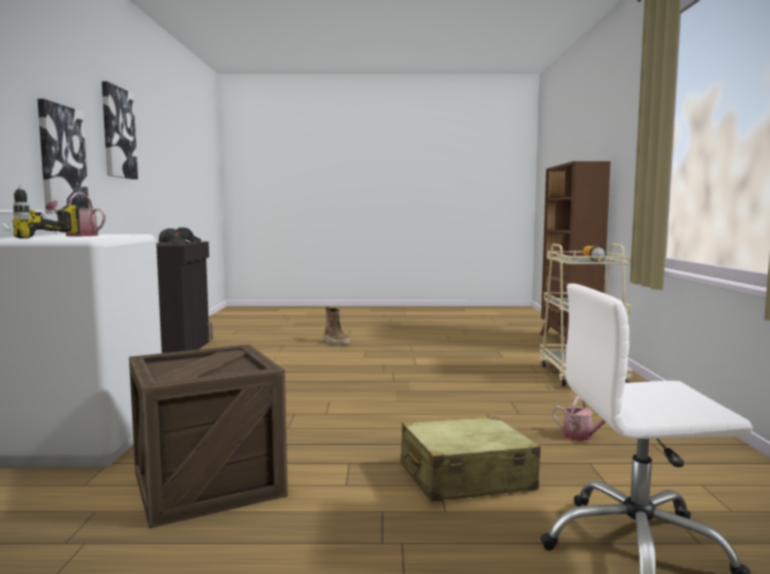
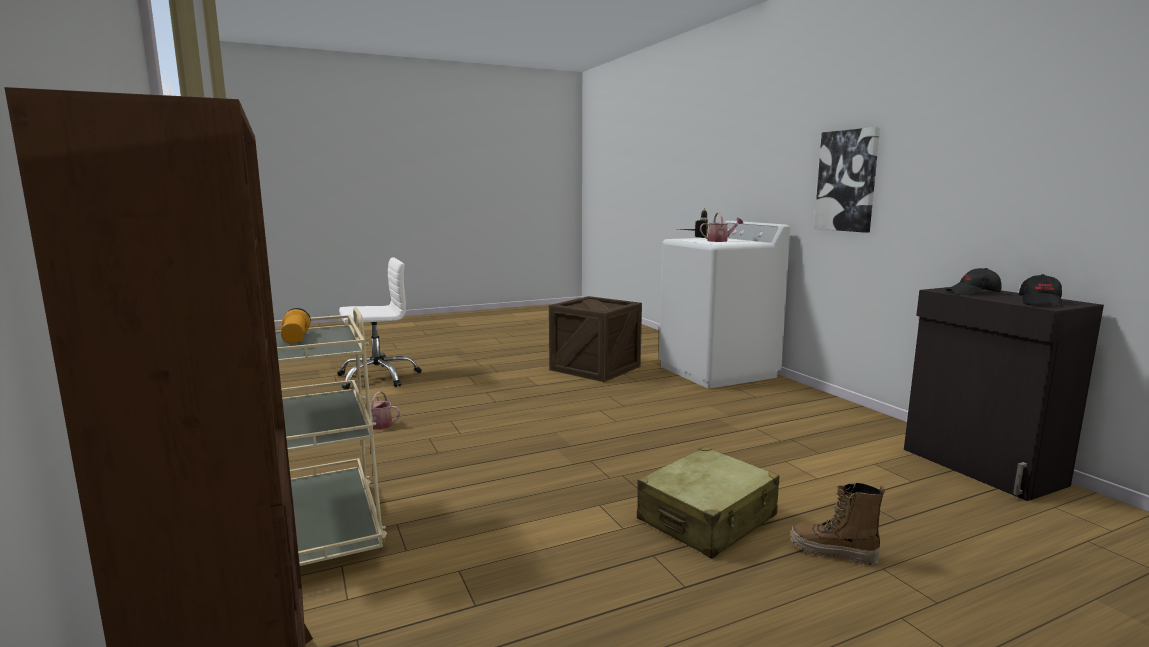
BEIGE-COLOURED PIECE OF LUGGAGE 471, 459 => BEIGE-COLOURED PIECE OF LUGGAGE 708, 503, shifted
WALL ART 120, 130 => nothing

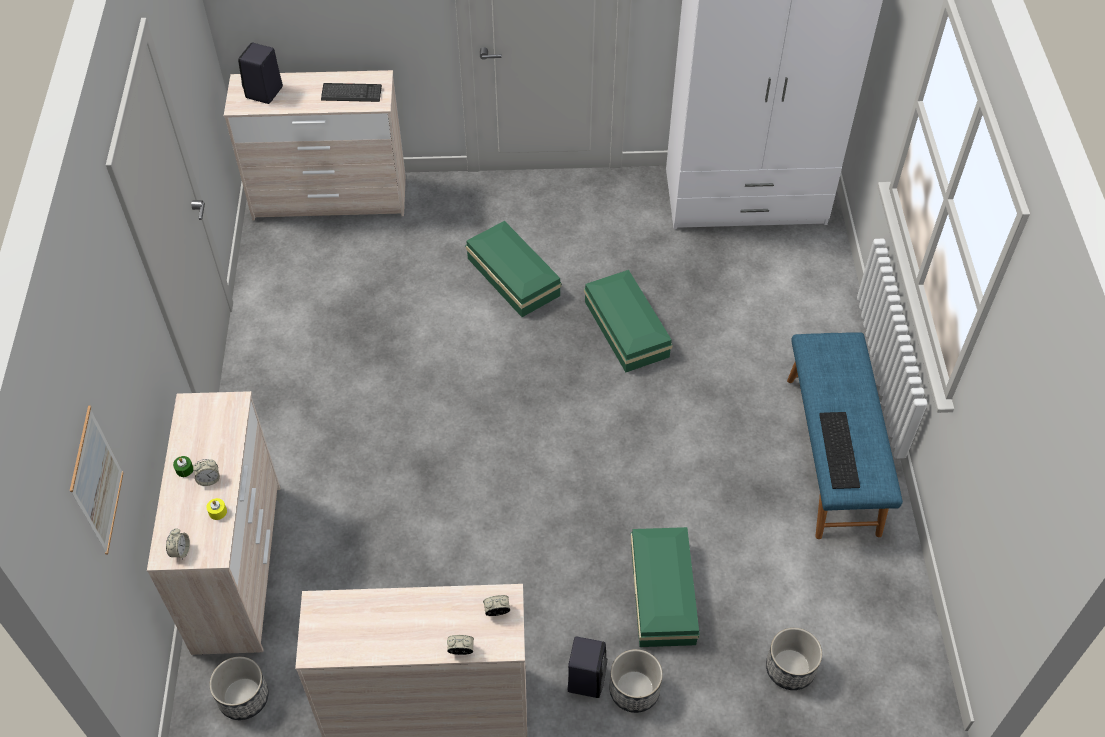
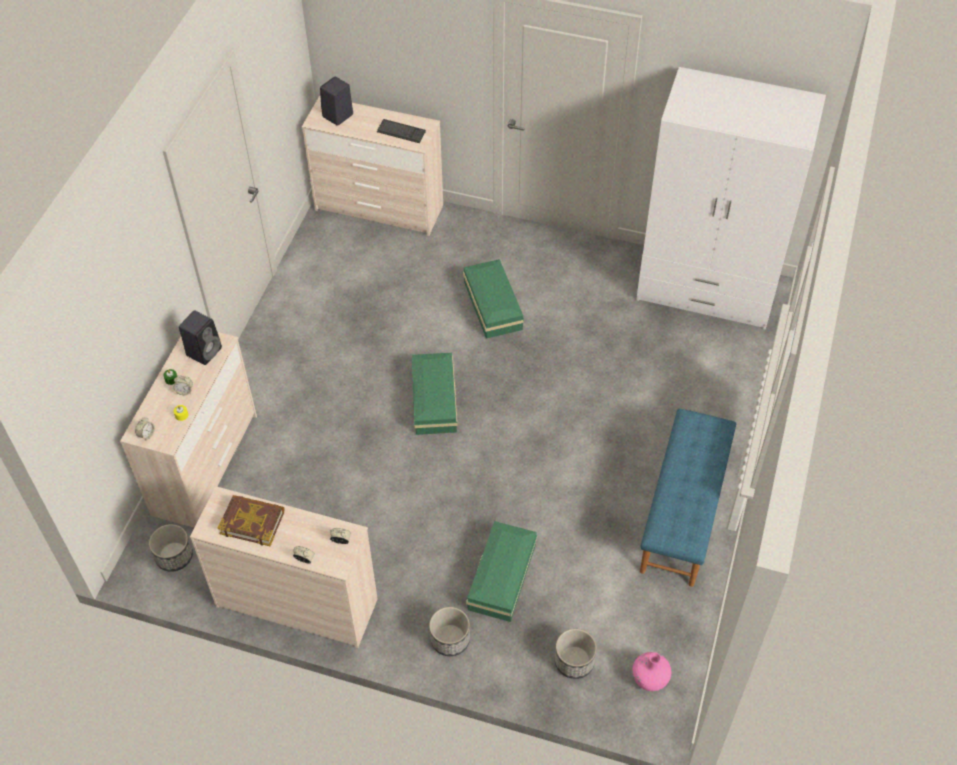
BLACK-COLOURED LOUDSPEAKER 587, 667 => BLACK-COLOURED LOUDSPEAKER 200, 337, shifted
nothing => BOUND BOOK 251, 520
GREENISH STORAGE BOX 628, 321 => GREENISH STORAGE BOX 434, 394, shifted
nothing => PINK-COLOURED VASE 651, 671
WALL ART 97, 480 => nothing
PC KEYBOARD 839, 450 => nothing

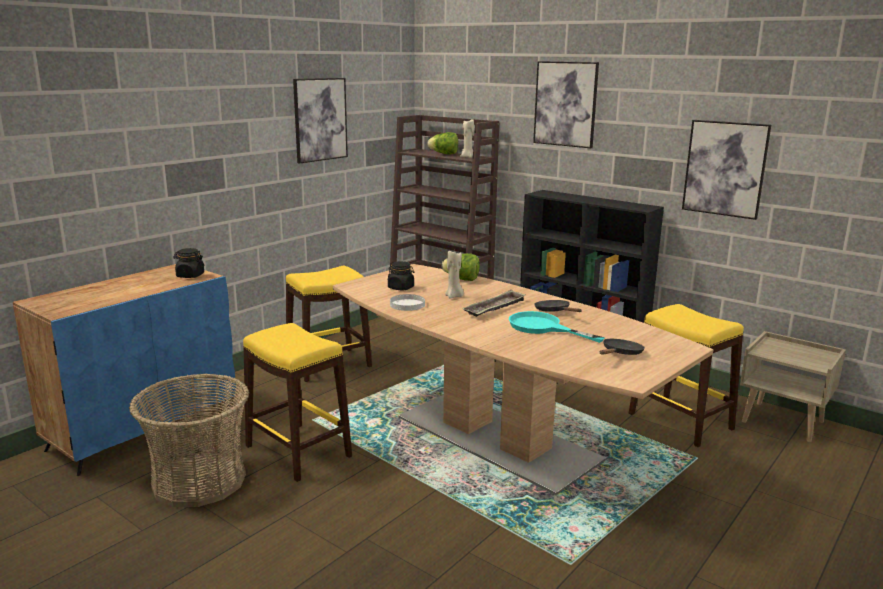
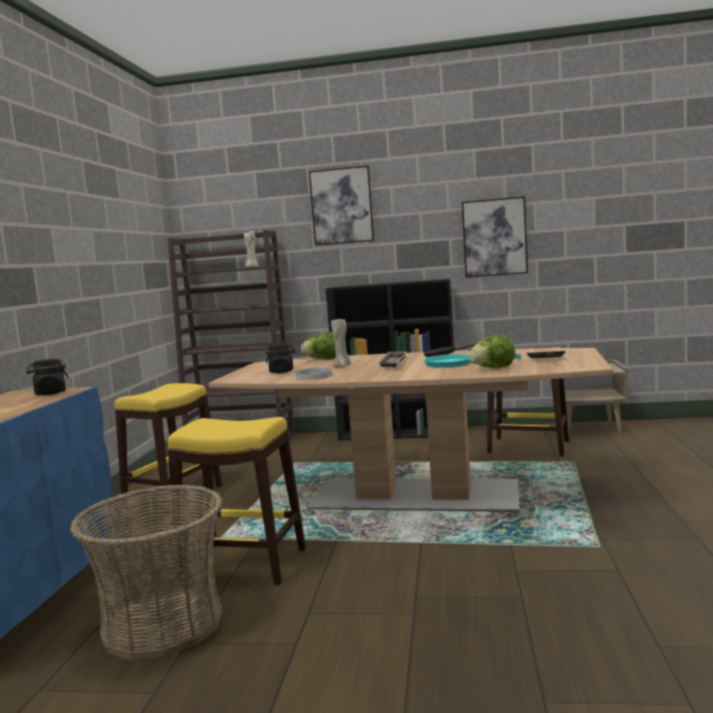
LETTUCE 442, 143 => LETTUCE 492, 351, shifted
WALL ART 320, 120 => nothing

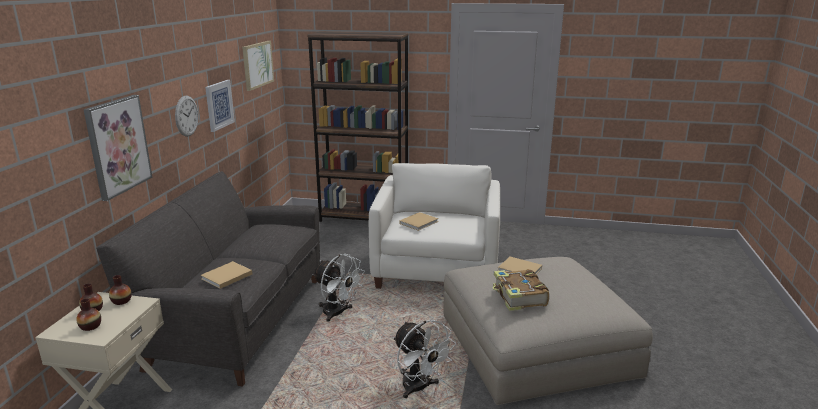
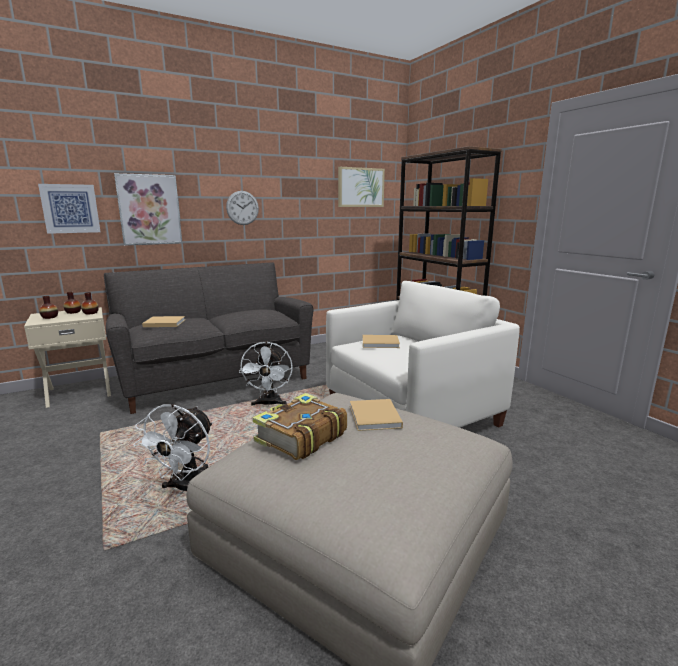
WALL ART 220, 106 => WALL ART 69, 209, shifted

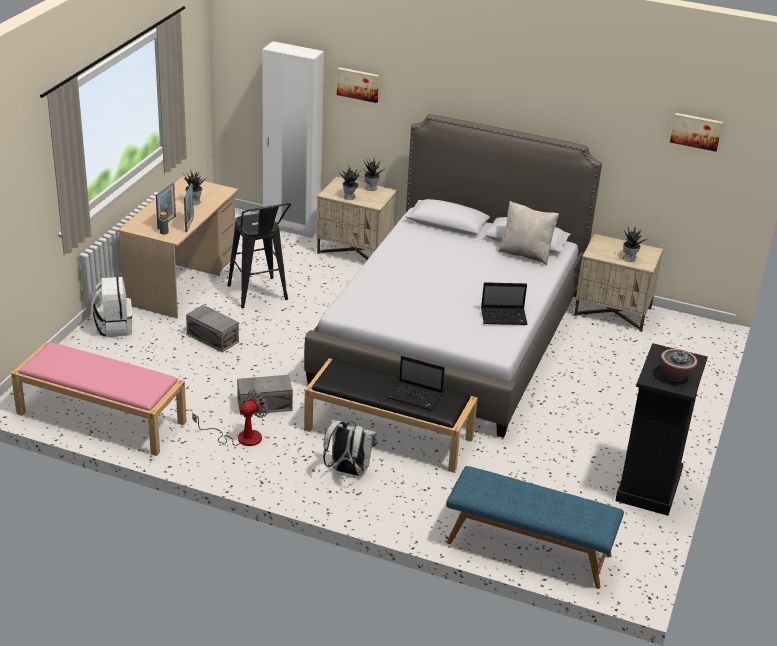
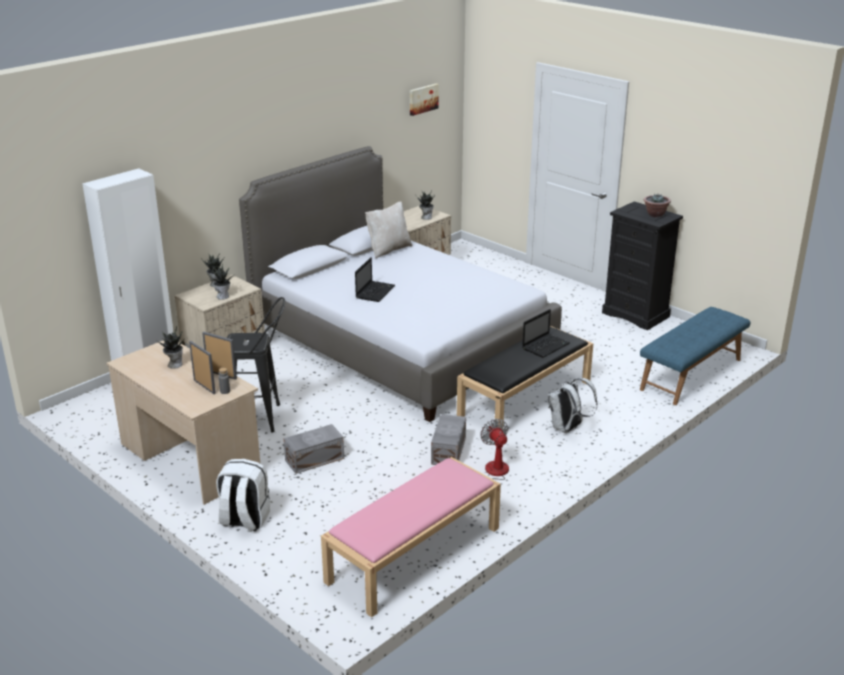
NOTEBOOK COMPUTER 504, 303 => NOTEBOOK COMPUTER 375, 279, shifted
WALL ART 358, 85 => nothing

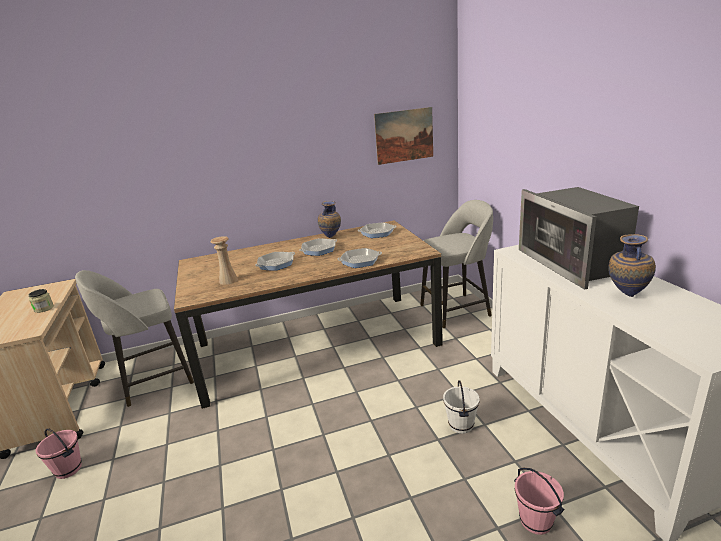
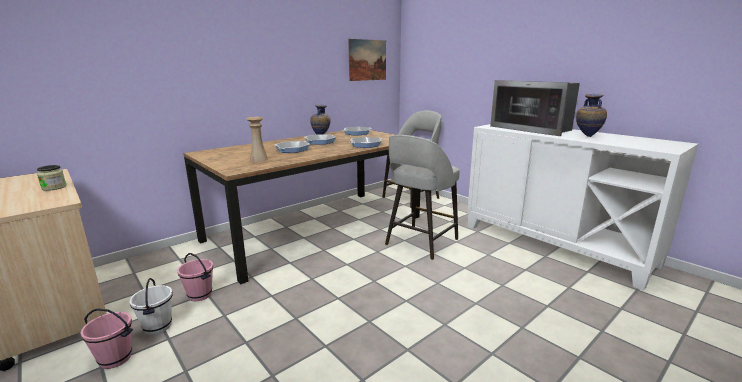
WHITISH BUCKET 461, 407 => WHITISH BUCKET 150, 306, shifted
PINK-COLOURED BUCKET 539, 501 => PINK-COLOURED BUCKET 195, 277, shifted
GRAY SITTING STOOL 134, 338 => GRAY SITTING STOOL 422, 197, shifted

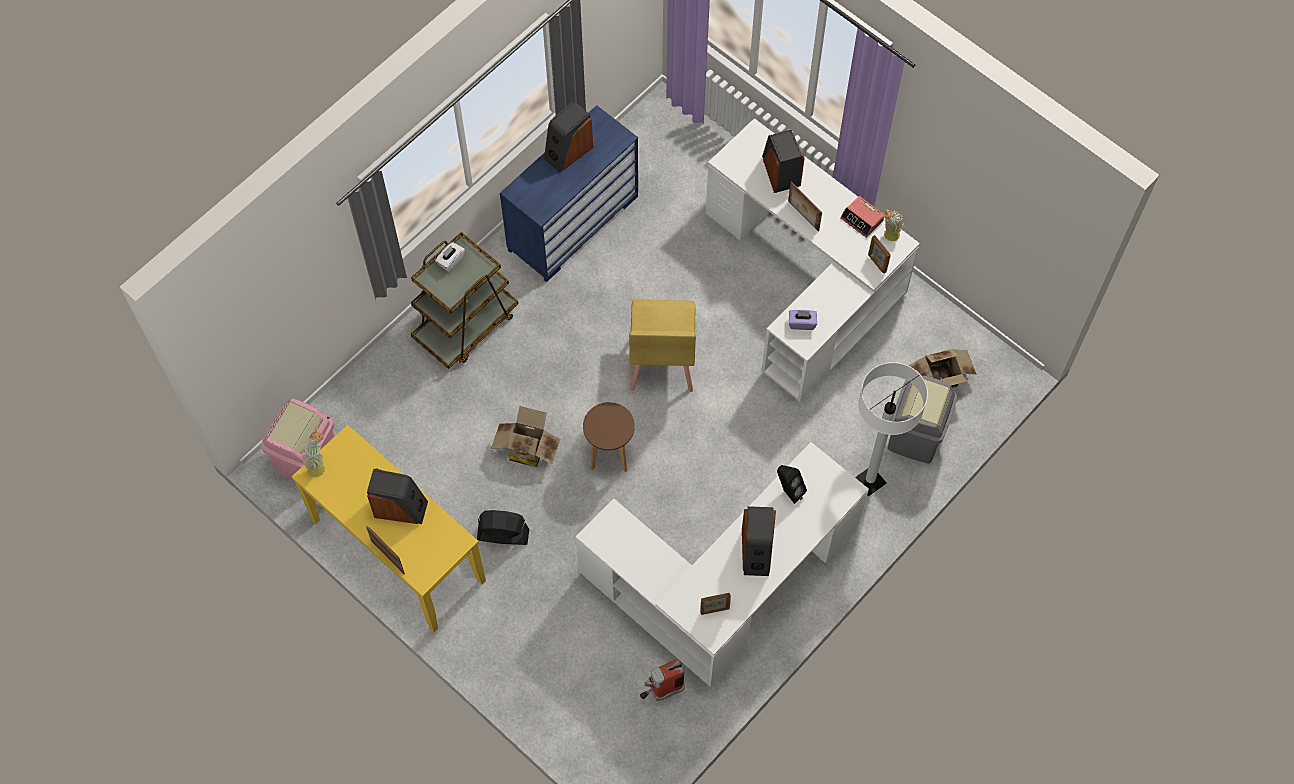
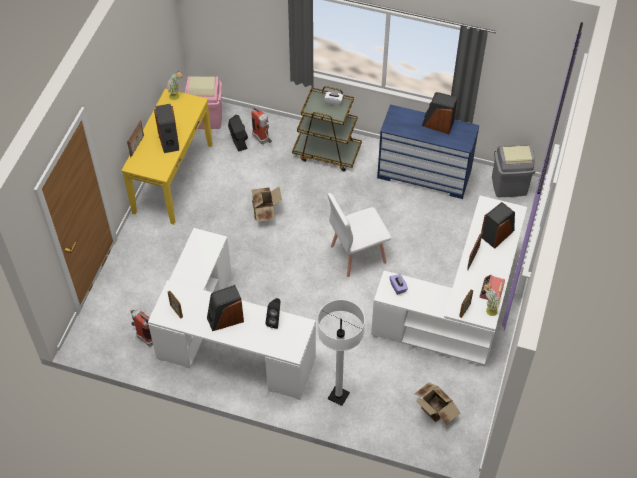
BLACK-COLOURED ELECTRIC FAN 503, 527 => BLACK-COLOURED ELECTRIC FAN 238, 133, shifted
nothing => EXTINGUISHER 261, 125
YELLOWISH PLAIN CHAIR 662, 346 => WHITISH PLAIN CHAIR 360, 235
GRAY TRASH CAN 922, 420 => GRAY TRASH CAN 514, 170, shifted
BROWN SITTING STOOL 609, 437 => nothing

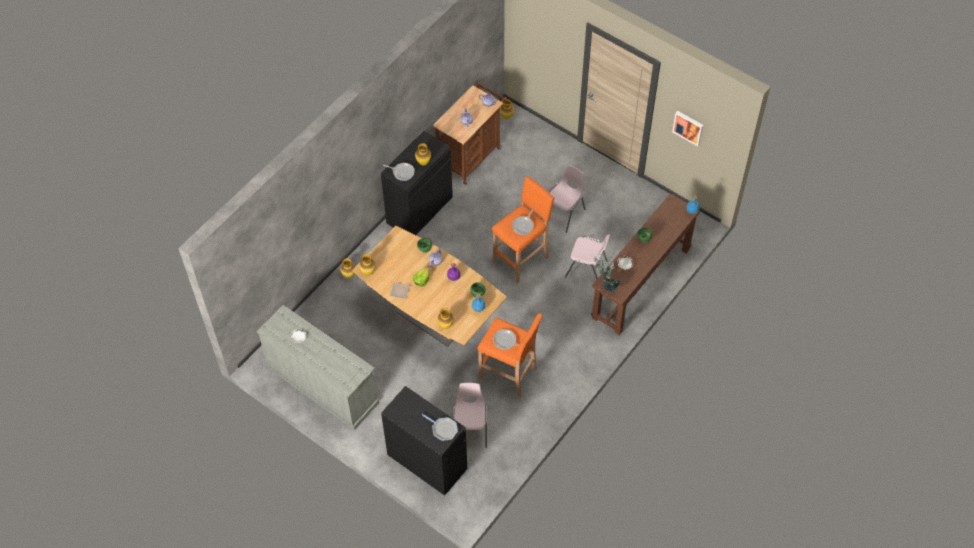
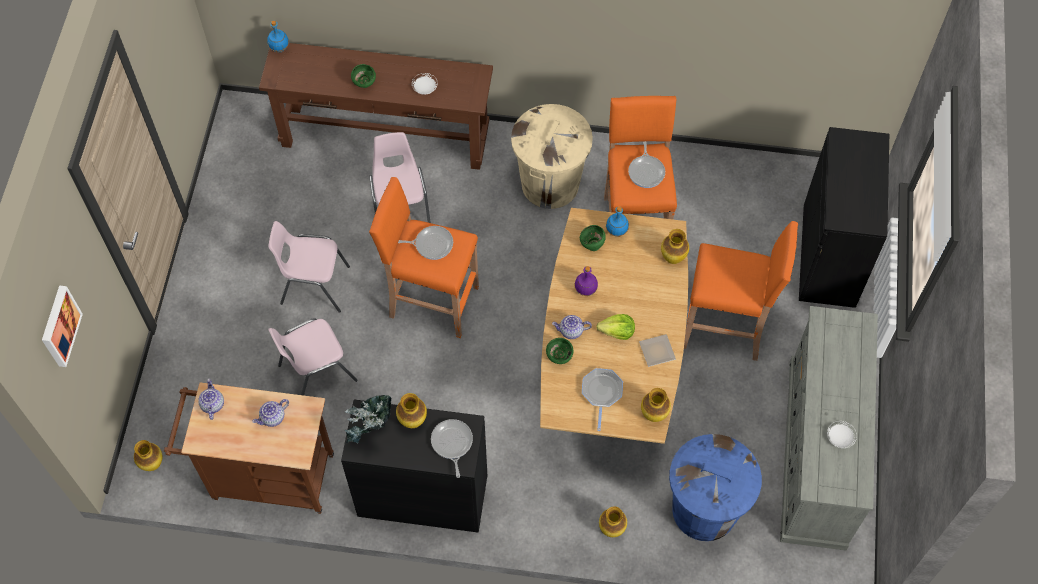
WALL ART 687, 128 => WALL ART 62, 326, shifted
PINK-COLOURED PLAIN CHAIR 469, 415 => PINK-COLOURED PLAIN CHAIR 313, 357, shifted
PLANT IN A POT 607, 273 => PLANT IN A POT 368, 419, shifted
nothing => BEIGE-COLOURED TRASH CAN 552, 156
FRYING PAN 440, 427 => FRYING PAN 602, 399, shifted
nothing => BLUE TRASH CAN 715, 487
nothing => ORANGE SITTING STOOL 741, 291

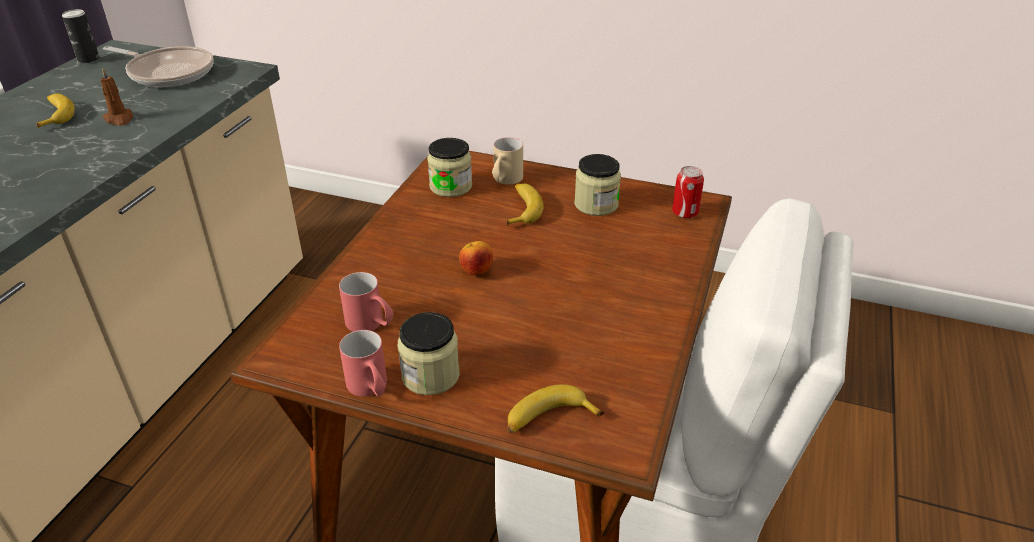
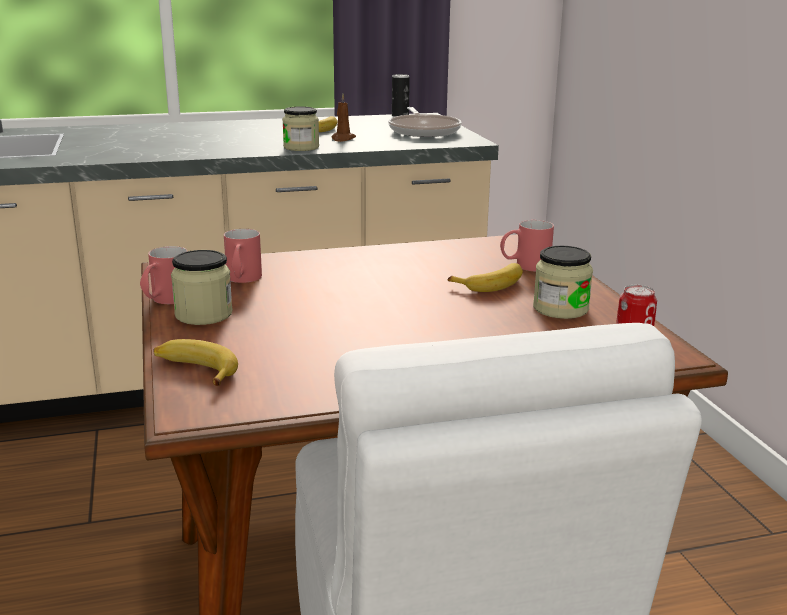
PRESERVE JAR 449, 167 => PRESERVE JAR 300, 129, shifted
BEIGE-COLOURED TEA MUG 507, 161 => RED-COLOURED TEA MUG 527, 245
WHOLE APPLE 476, 258 => nothing

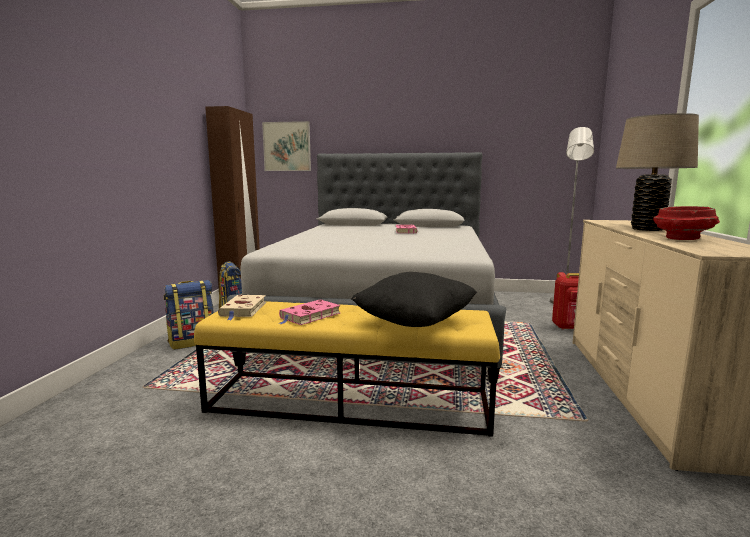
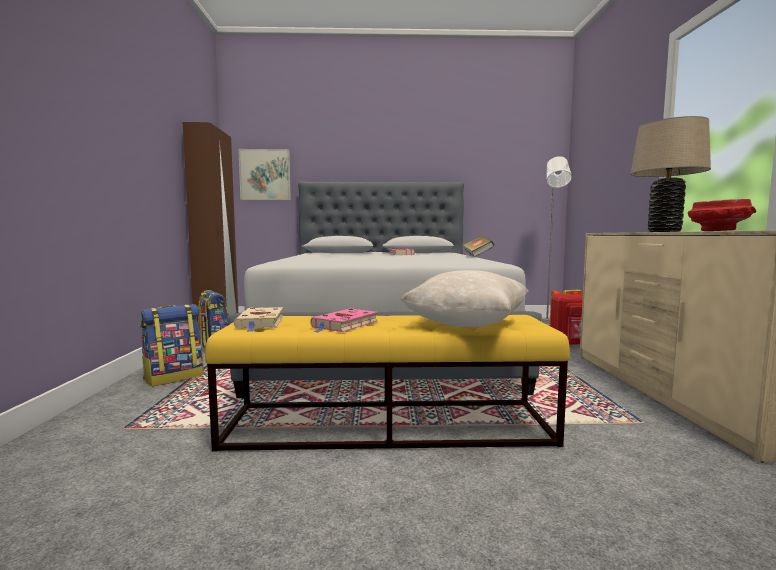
BLACK-COLOURED CUSHION 414, 299 => BEIGE-COLOURED CUSHION 464, 298
nothing => BOUND BOOK 478, 246

